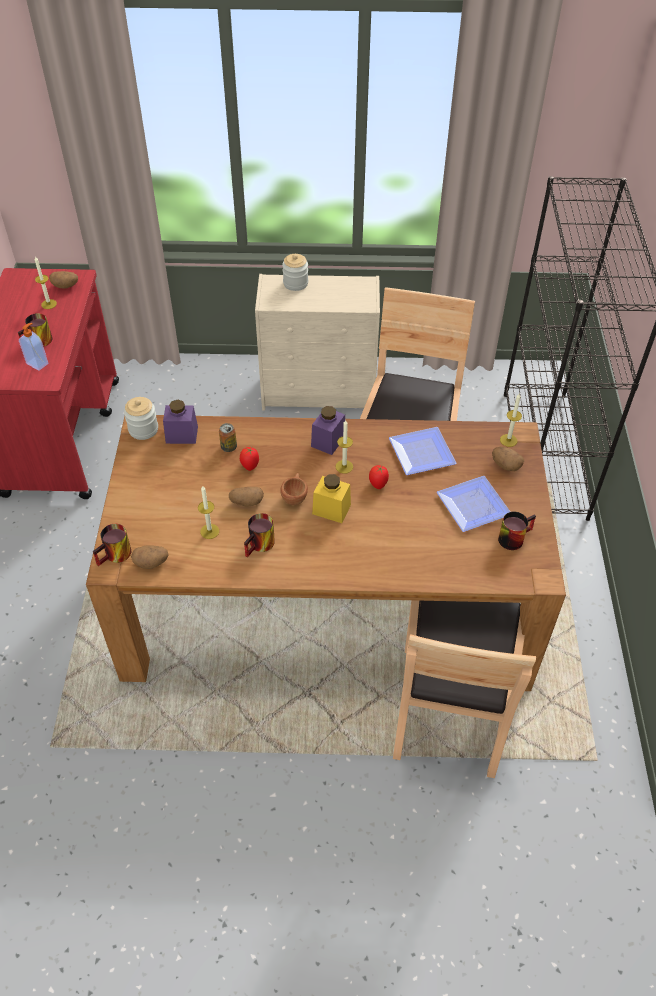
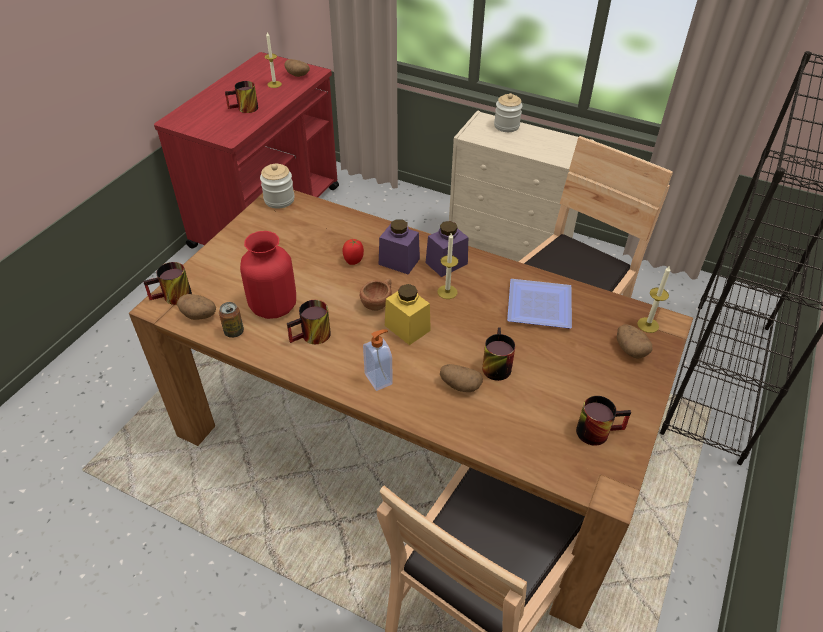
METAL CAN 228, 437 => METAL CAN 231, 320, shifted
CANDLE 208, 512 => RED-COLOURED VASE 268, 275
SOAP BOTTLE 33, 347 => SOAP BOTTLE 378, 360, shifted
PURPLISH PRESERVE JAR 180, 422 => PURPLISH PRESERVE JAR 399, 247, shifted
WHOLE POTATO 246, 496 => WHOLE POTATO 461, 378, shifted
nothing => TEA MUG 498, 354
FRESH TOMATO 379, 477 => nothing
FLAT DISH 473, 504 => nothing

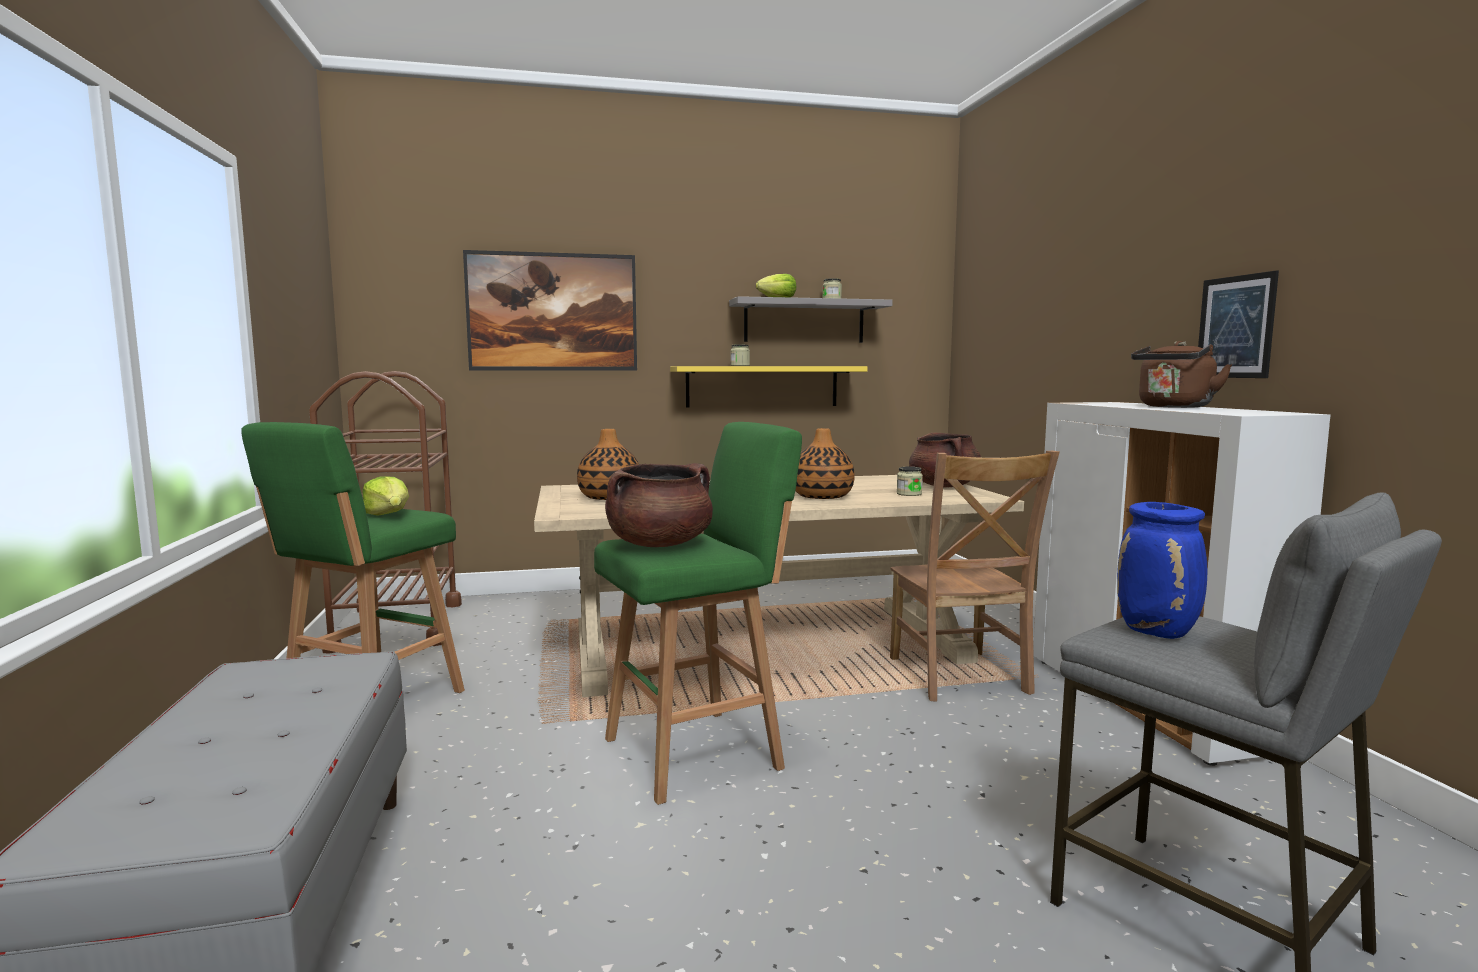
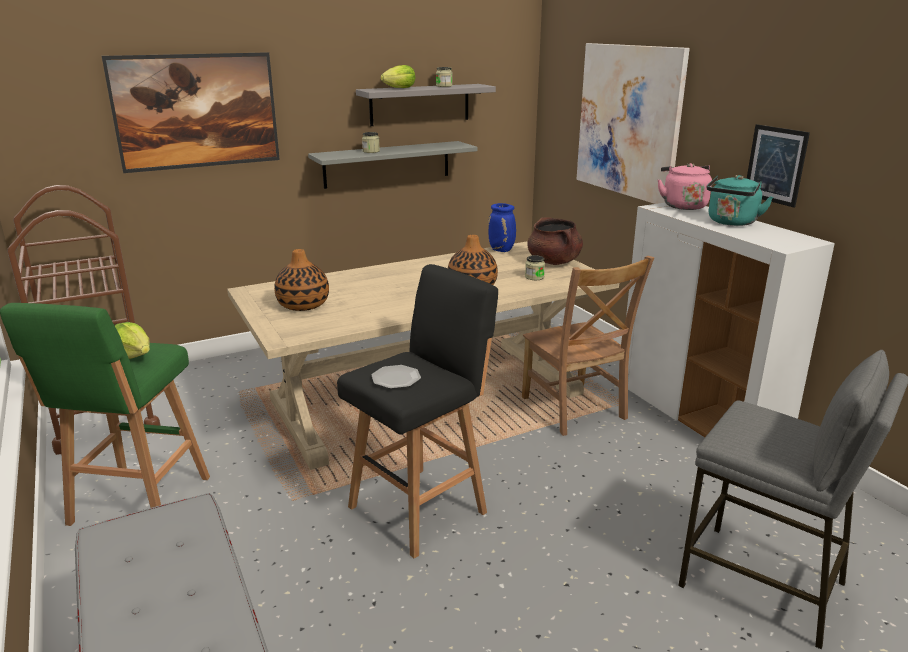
YELLOWISH SHELF 768, 387 => GRAY SHELF 392, 165
GREENISH SITTING STOOL 698, 613 => BLACK-COLOURED SITTING STOOL 417, 411
BROWN STOCKPOT 659, 505 => FLAT DISH 396, 377
BLUE VASE 1162, 570 => BLUE VASE 502, 227, shifted
nothing => WALL ART 633, 123
nothing => PINK-COLOURED TEA KETTLE 685, 186
BROWN TEA KETTLE 1181, 374 => TURQUOISE TEA KETTLE 739, 200

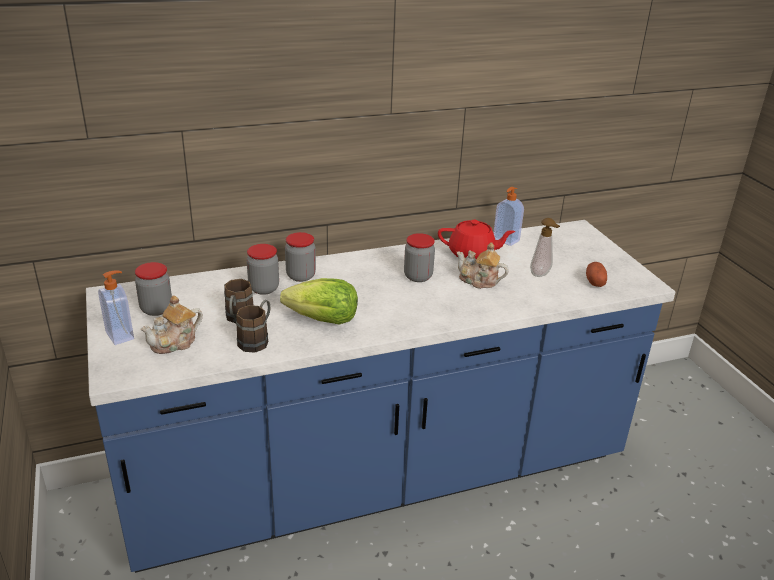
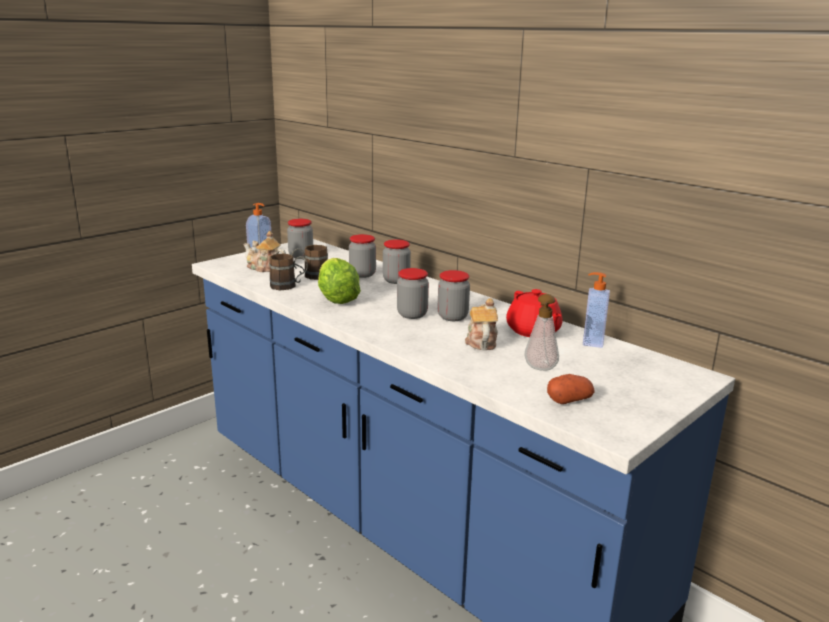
nothing => PRESERVE JAR 413, 293

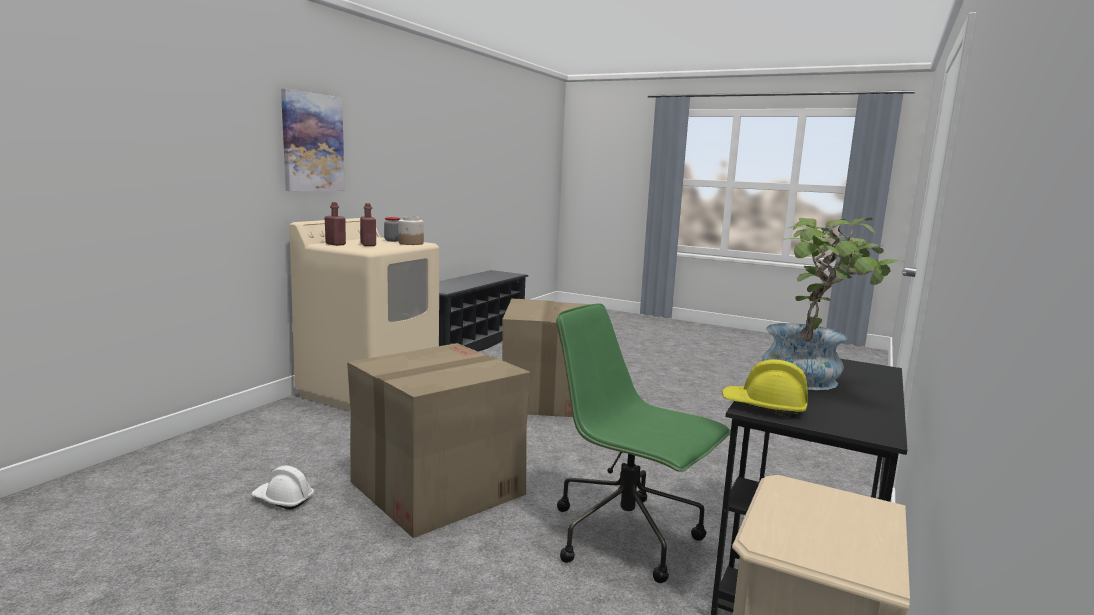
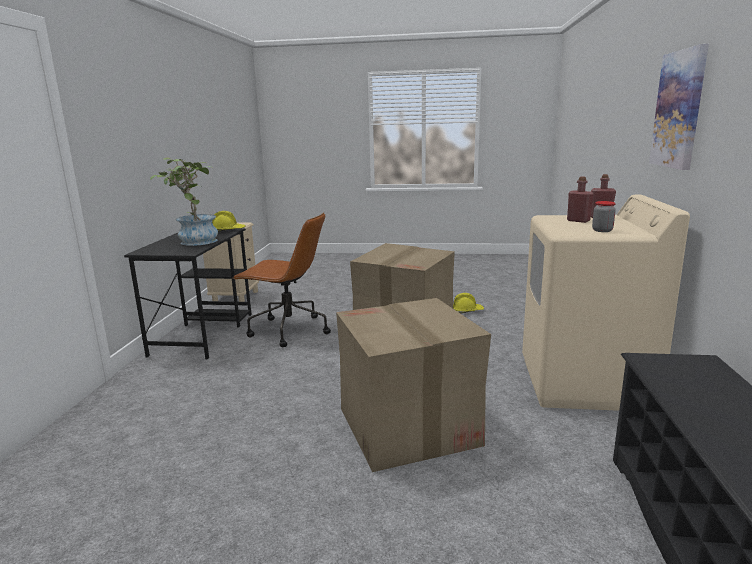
GREENISH COMPUTER CHAIR 643, 443 => BROWN COMPUTER CHAIR 282, 279
WHITISH HARD HAT 283, 488 => YELLOWISH HARD HAT 468, 303
PRESERVE JAR 411, 230 => nothing

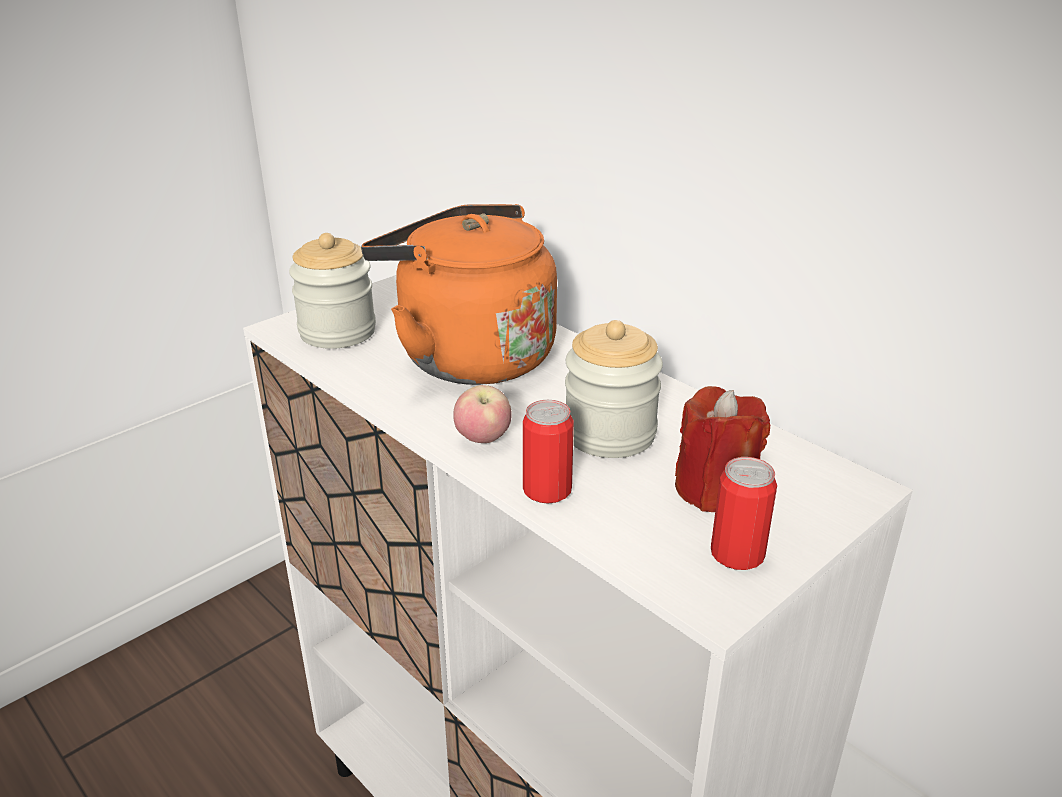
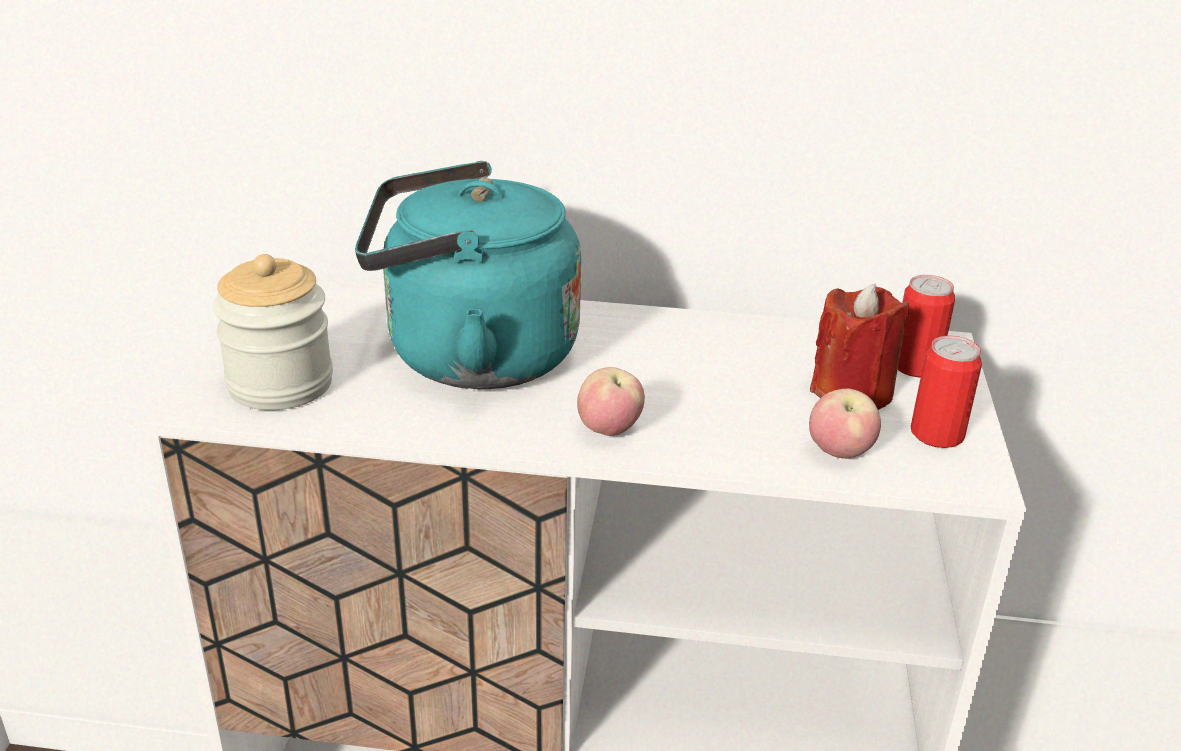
ORANGE TEA KETTLE 459, 294 => TURQUOISE TEA KETTLE 468, 275
nothing => WHOLE APPLE 845, 423
METAL CAN 548, 452 => METAL CAN 926, 326, shifted
PRESERVE JAR 614, 389 => nothing

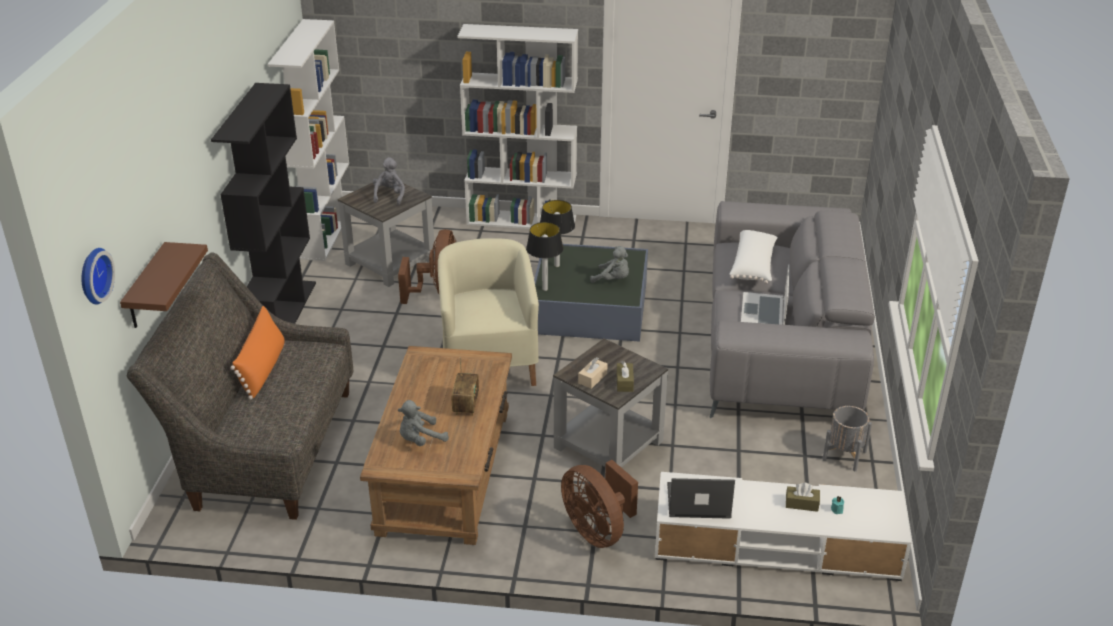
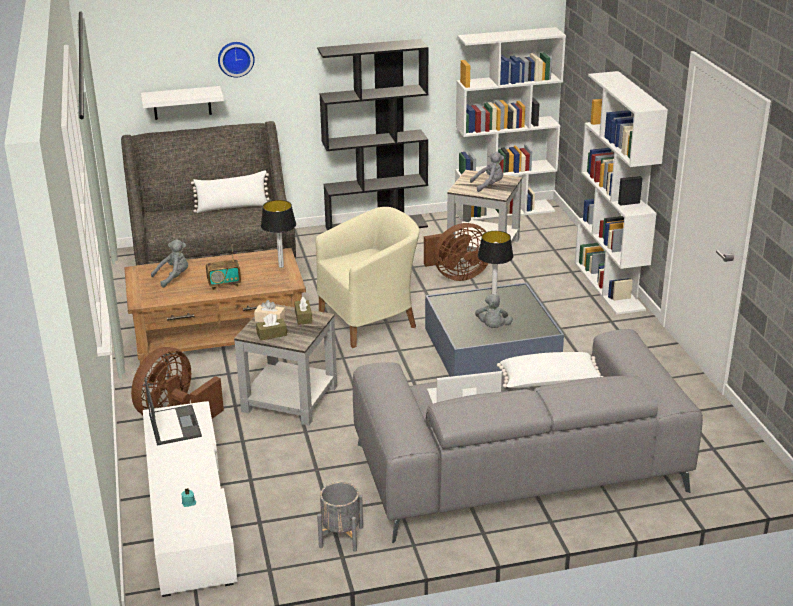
BROWN SHELF 164, 285 => WHITISH SHELF 182, 103
GRAY PLUSH TOY 423, 423 => GRAY PLUSH TOY 169, 263, 105 degrees clockwise
ORANGE CUSHION 257, 353 => WHITISH CUSHION 230, 192
CLOCK ON THE WALL 98, 276 => CLOCK ON THE WALL 236, 59, shifted
LAMP FOR A TABLE 544, 256 => LAMP FOR A TABLE 278, 234, shifted
BROWN BOX OF TISSUES 803, 497 => BROWN BOX OF TISSUES 303, 310, shifted

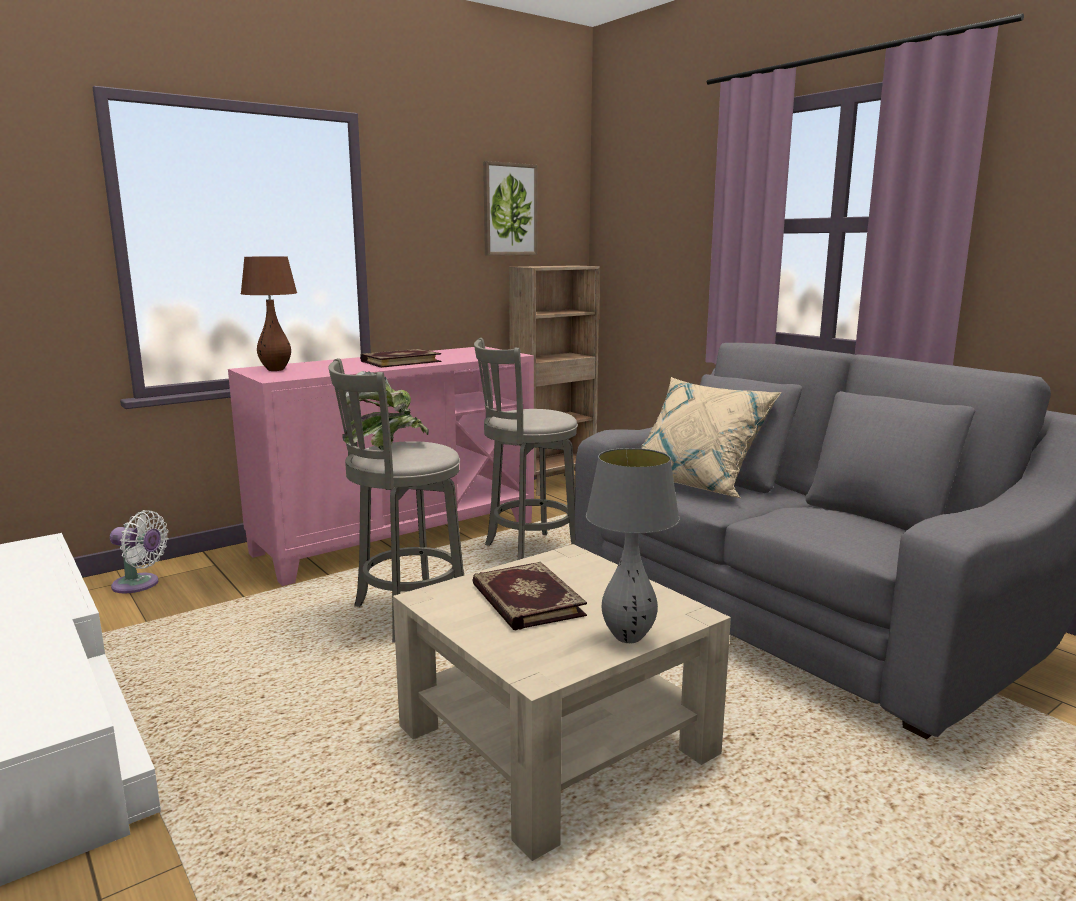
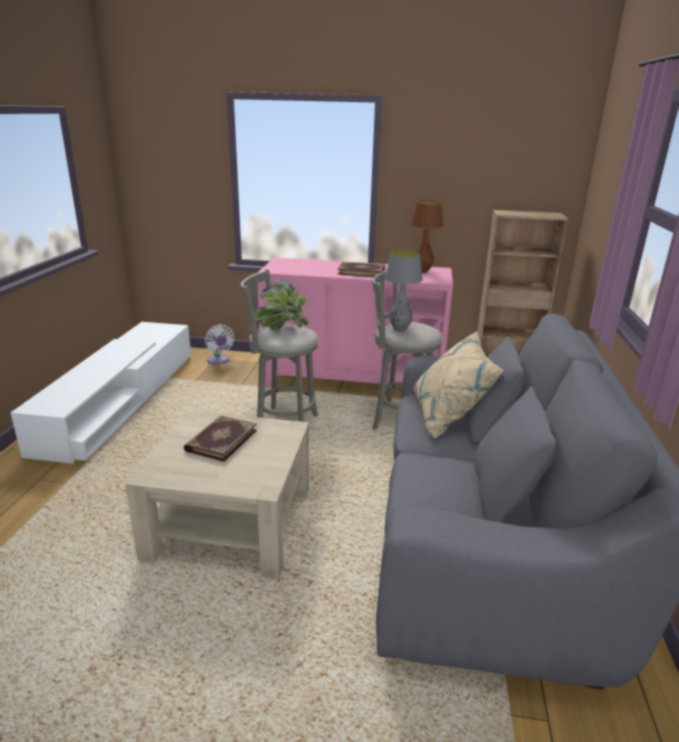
GRAY LAMP FOR A TABLE 633, 545 => GRAY LAMP FOR A TABLE 404, 291, shifted
BROWN LAMP FOR A TABLE 269, 313 => BROWN LAMP FOR A TABLE 427, 236, shifted
WALL ART 510, 208 => nothing

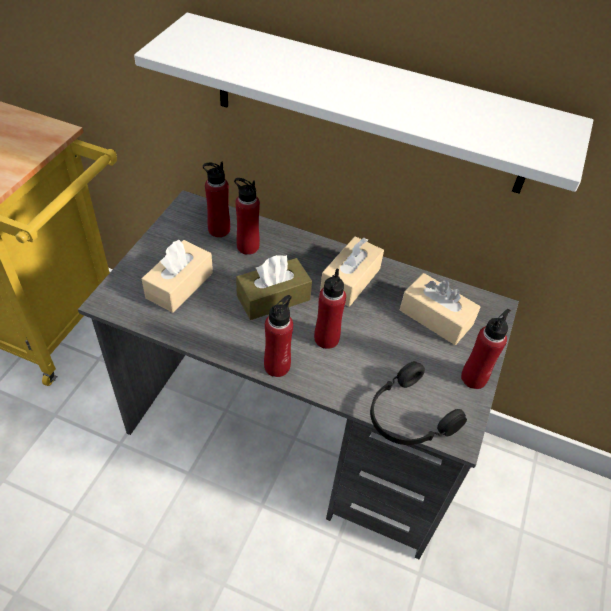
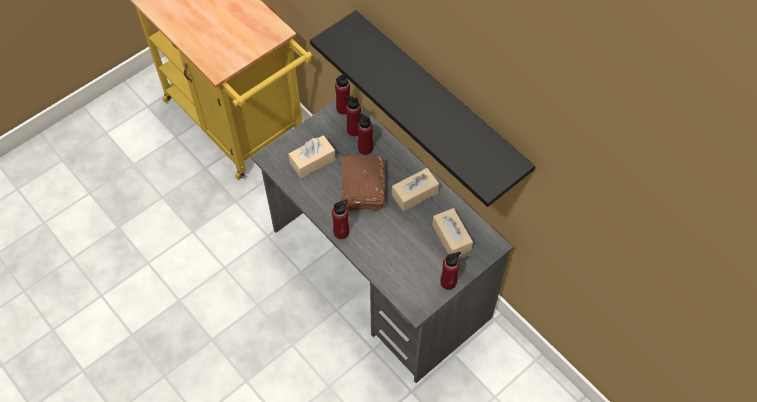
WHITISH SHELF 363, 103 => BLACK-COLOURED SHELF 422, 108
RED-COLOURED BEVERAGE BOTTLE 330, 309 => RED-COLOURED BEVERAGE BOTTLE 342, 95, shifted
BROWN BOX OF TISSUES 274, 287 => BROWN BOUND BOOK 363, 183
BLACK-COLOURED PAIR OF HEADPHONES 418, 403 => nothing

